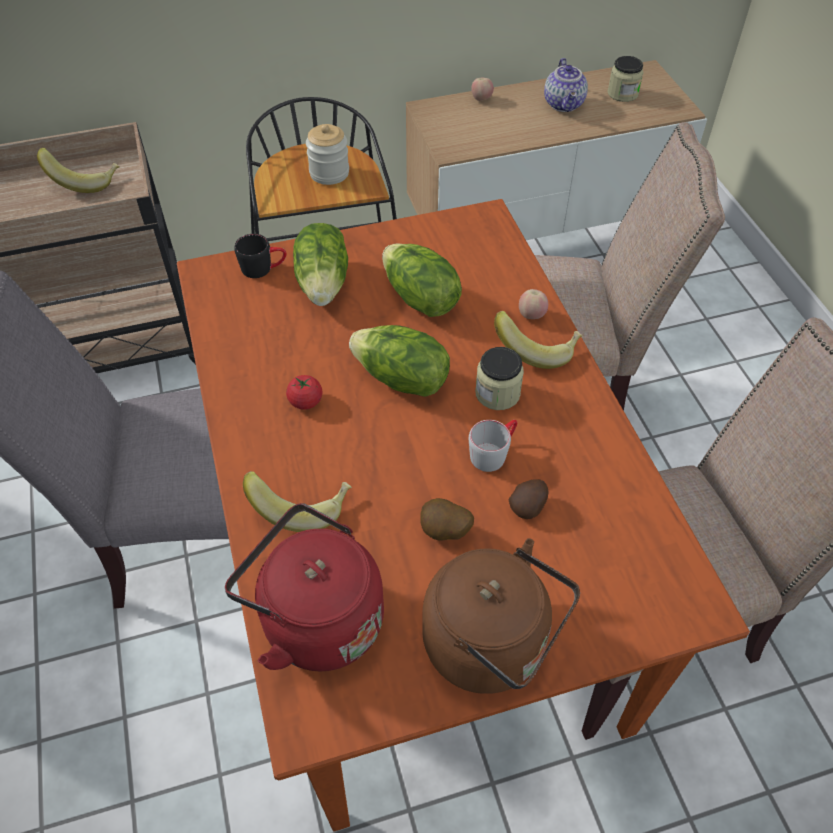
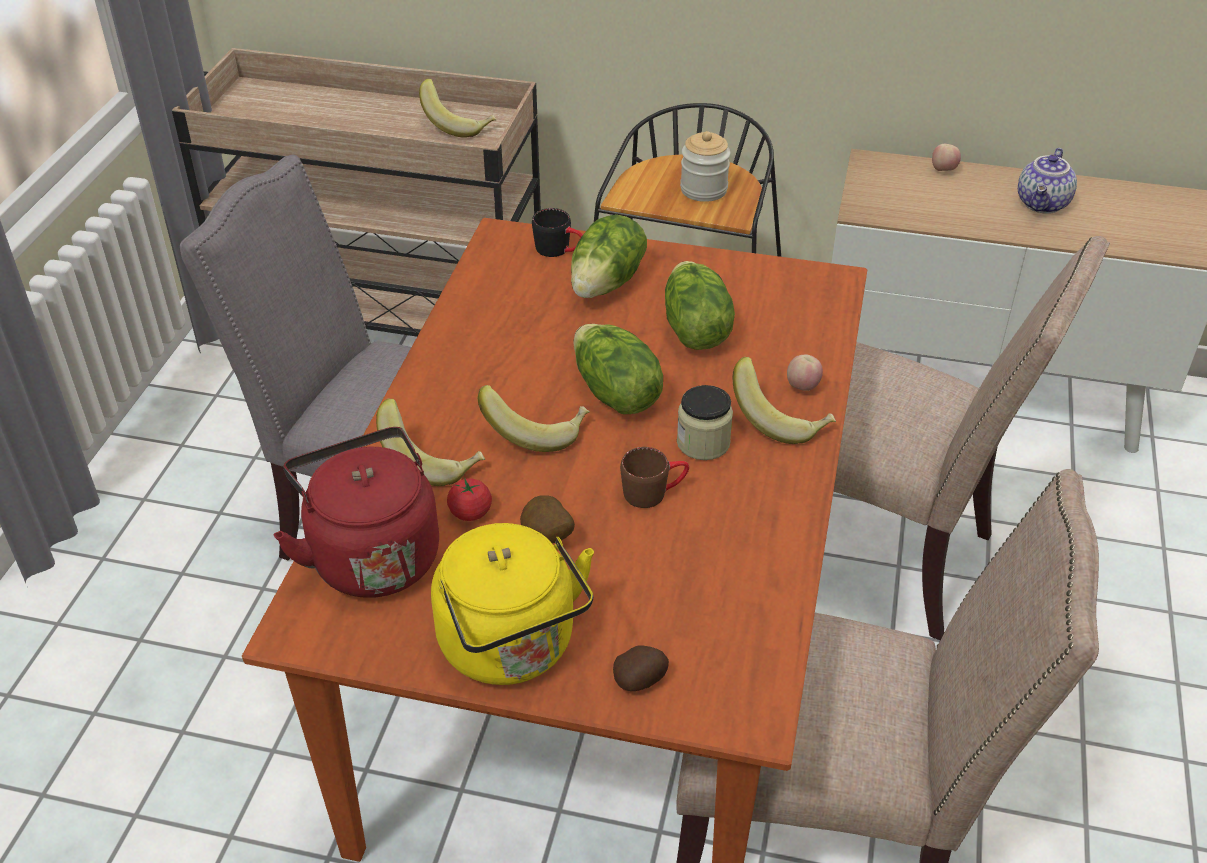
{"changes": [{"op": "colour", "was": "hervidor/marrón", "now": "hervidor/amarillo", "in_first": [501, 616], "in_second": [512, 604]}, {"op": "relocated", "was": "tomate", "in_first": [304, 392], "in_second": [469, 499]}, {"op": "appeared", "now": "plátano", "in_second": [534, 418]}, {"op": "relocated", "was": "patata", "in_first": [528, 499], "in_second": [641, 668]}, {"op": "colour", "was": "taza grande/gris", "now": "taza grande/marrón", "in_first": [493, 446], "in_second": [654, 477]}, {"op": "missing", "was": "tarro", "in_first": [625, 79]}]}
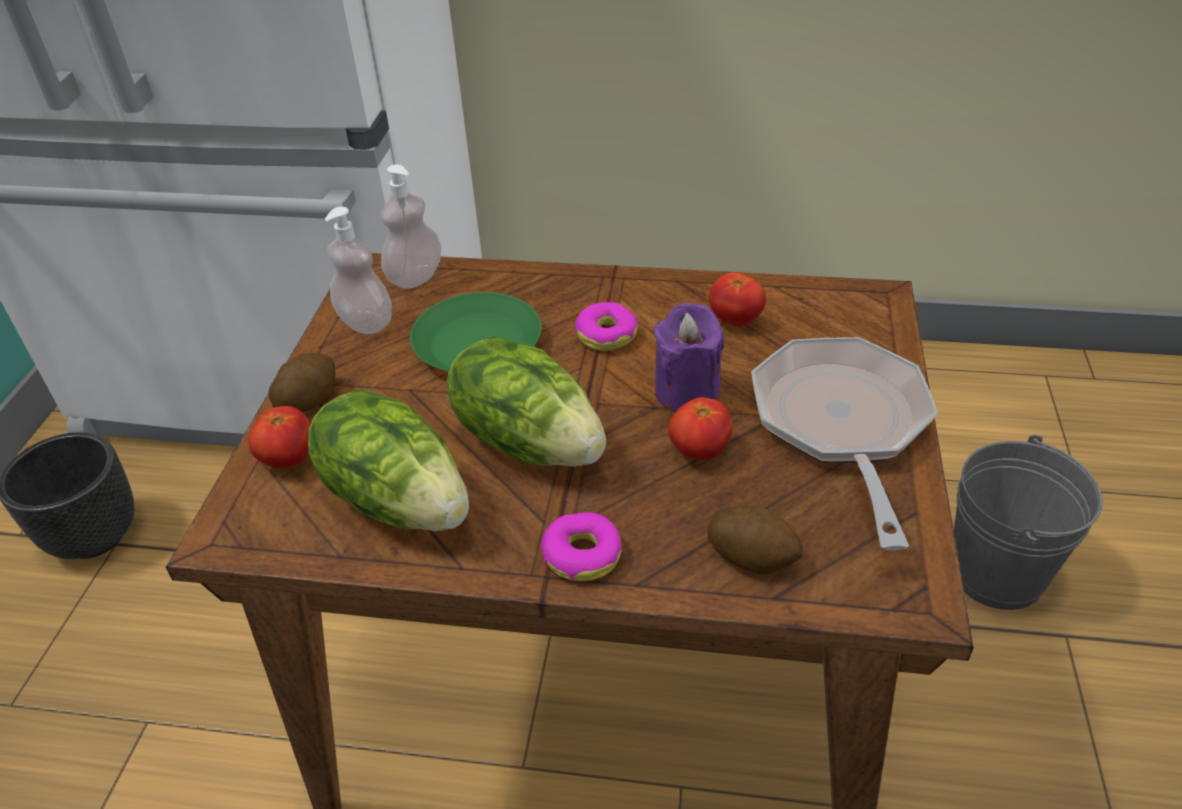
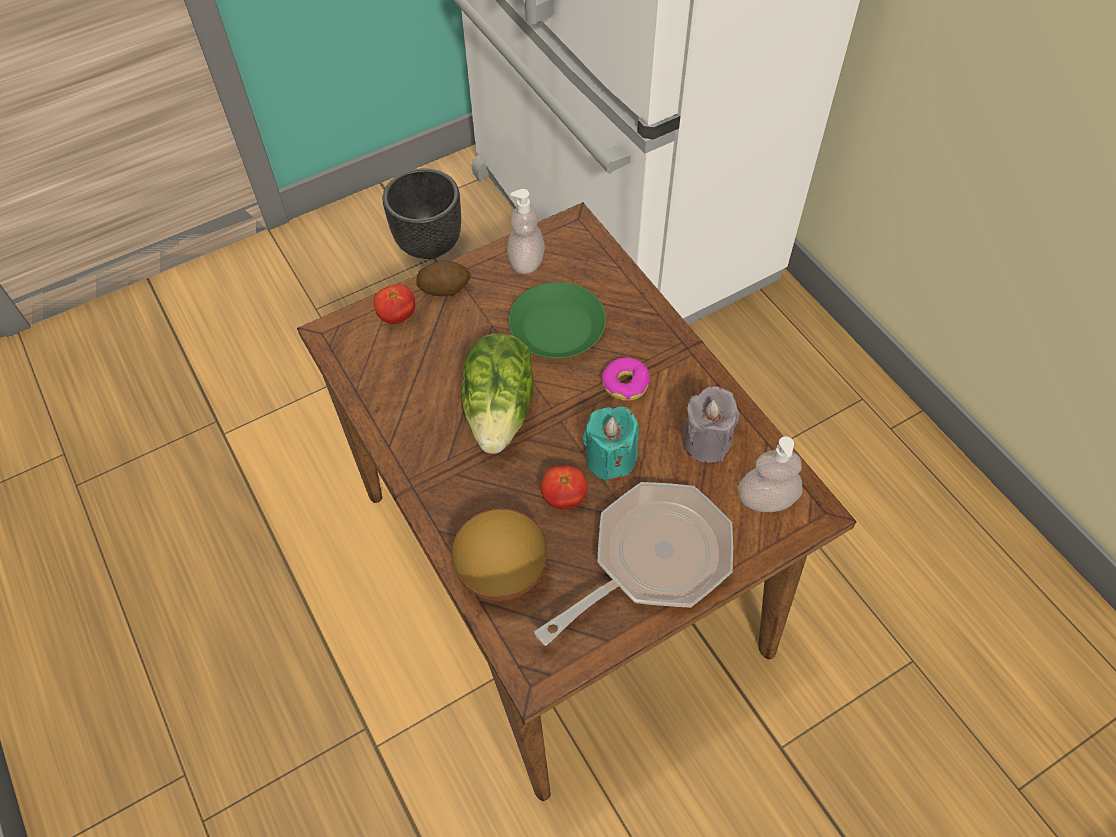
{"changes": [{"op": "exchanged", "was": "patata", "now": "cuenco", "in_first": [755, 540], "in_second": [499, 555]}, {"op": "colour", "was": "vela/morado", "now": "vela/turquesa", "in_first": [689, 357], "in_second": [611, 444]}, {"op": "exchanged", "was": "tomate", "now": "vela/gris", "in_first": [737, 299], "in_second": [711, 424]}, {"op": "relocated", "was": "dispensador de jabón", "in_first": [411, 226], "in_second": [770, 474]}, {"op": "missing", "was": "lechuga", "in_first": [388, 460]}, {"op": "missing", "was": "rosquilla", "in_first": [581, 546]}, {"op": "missing", "was": "cubo/gris", "in_first": [1028, 522]}]}
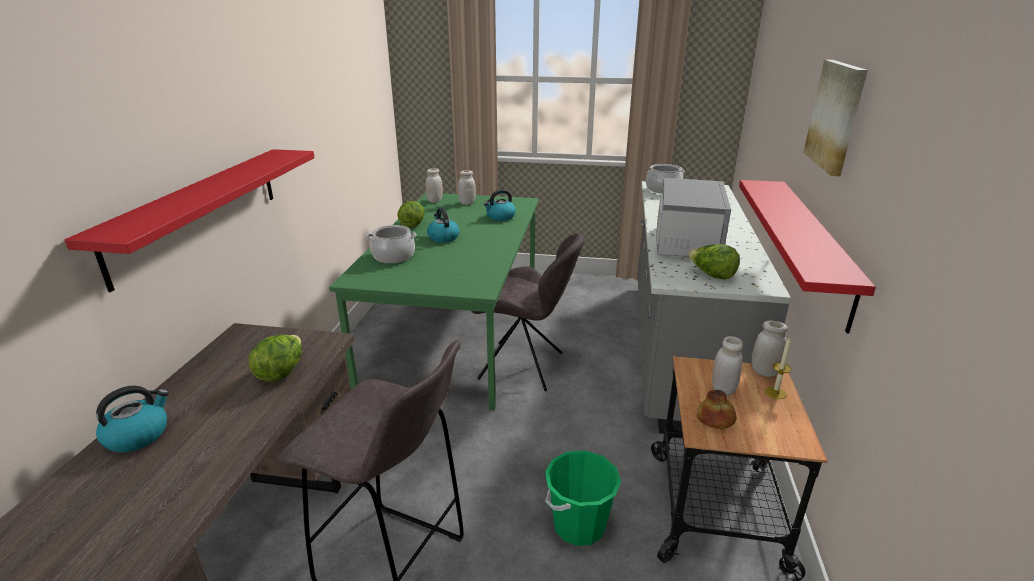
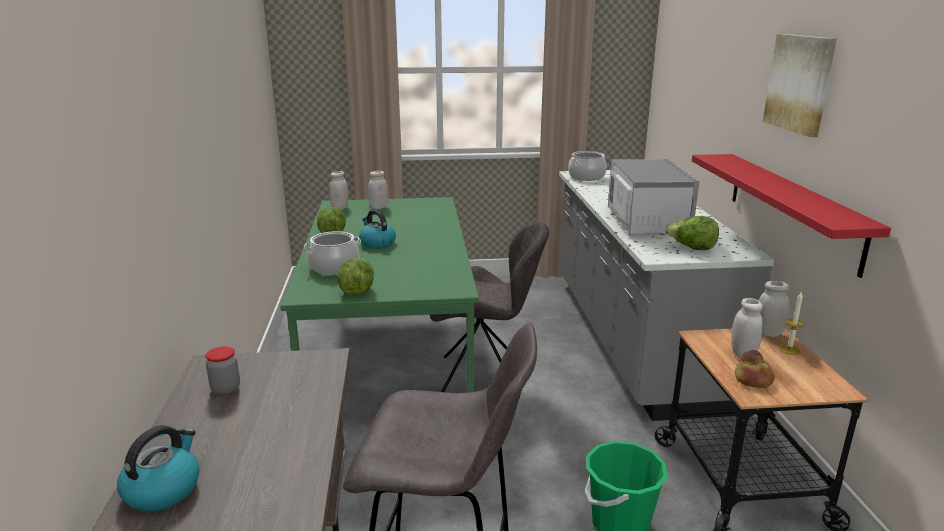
{"changes": [{"op": "appeared", "now": "tarro", "in_second": [222, 370]}, {"op": "relocated", "was": "lechuga", "in_first": [275, 358], "in_second": [356, 277]}, {"op": "missing", "was": "estante/rojo", "in_first": [189, 220]}, {"op": "missing", "was": "hervidor", "in_first": [499, 205]}]}
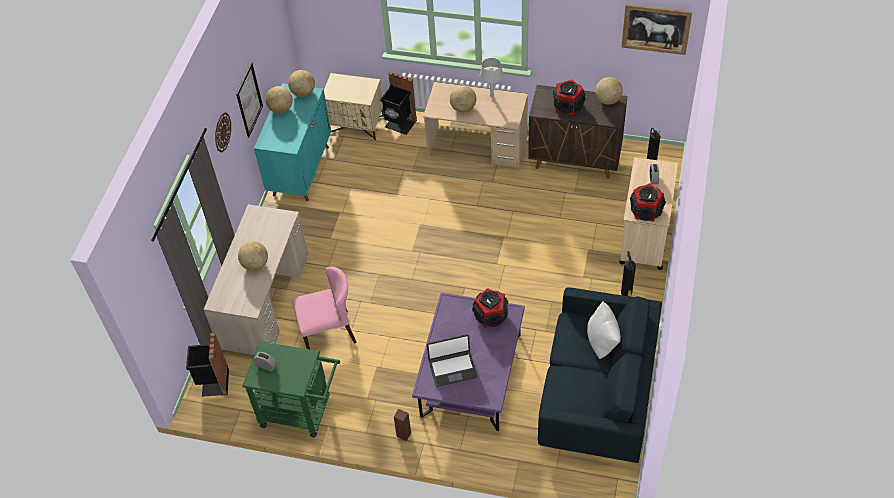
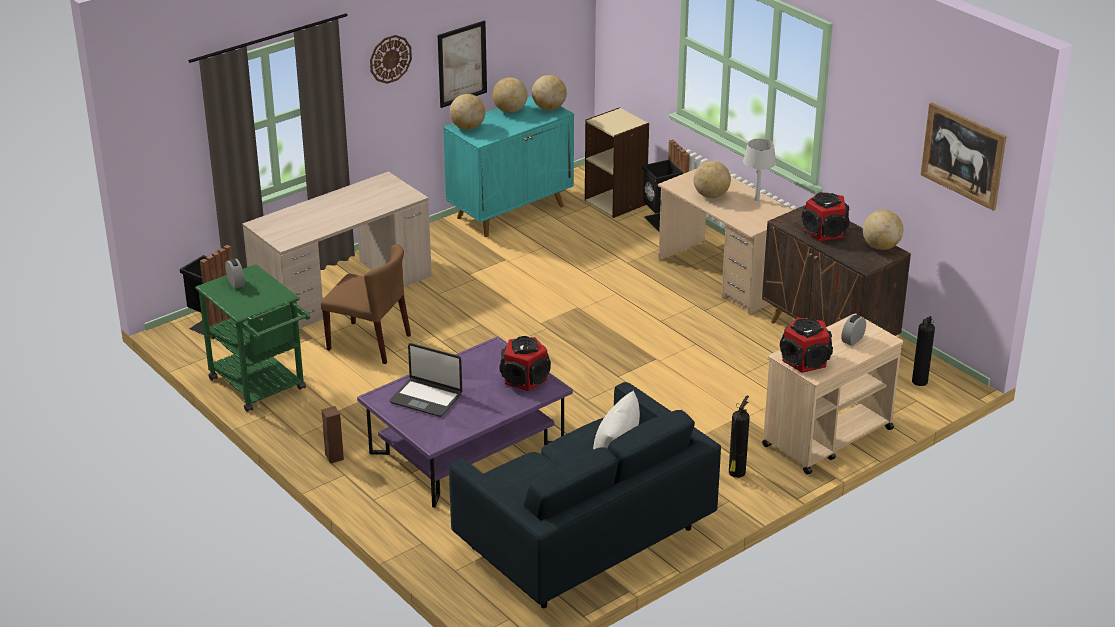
{"changes": [{"op": "colour", "was": "silla/rosa", "now": "silla/marrón", "in_first": [324, 307], "in_second": [366, 304]}, {"op": "relocated", "was": "globo terráqueo", "in_first": [253, 256], "in_second": [467, 112]}, {"op": "exchanged", "was": "mesita de noche/beis", "now": "estantería/beis", "in_first": [354, 106], "in_second": [617, 162]}]}
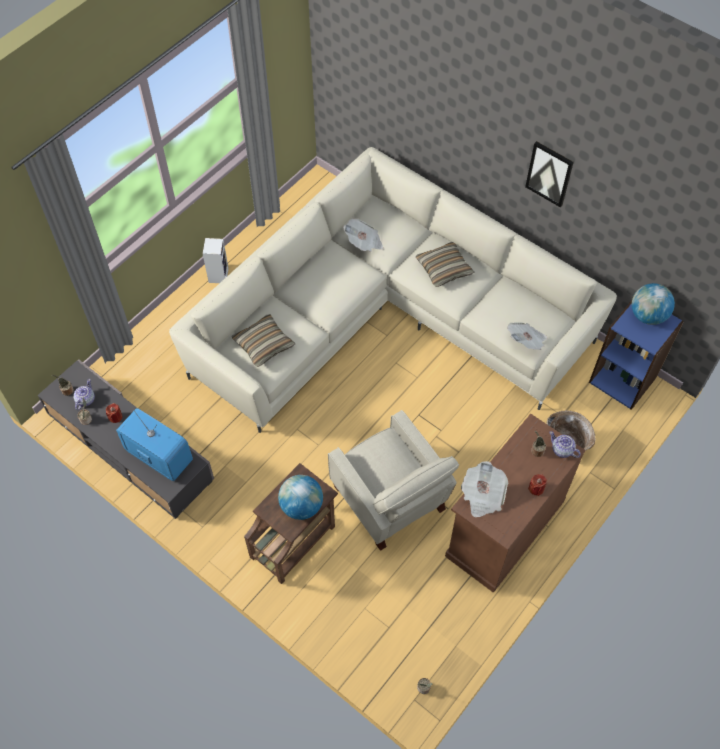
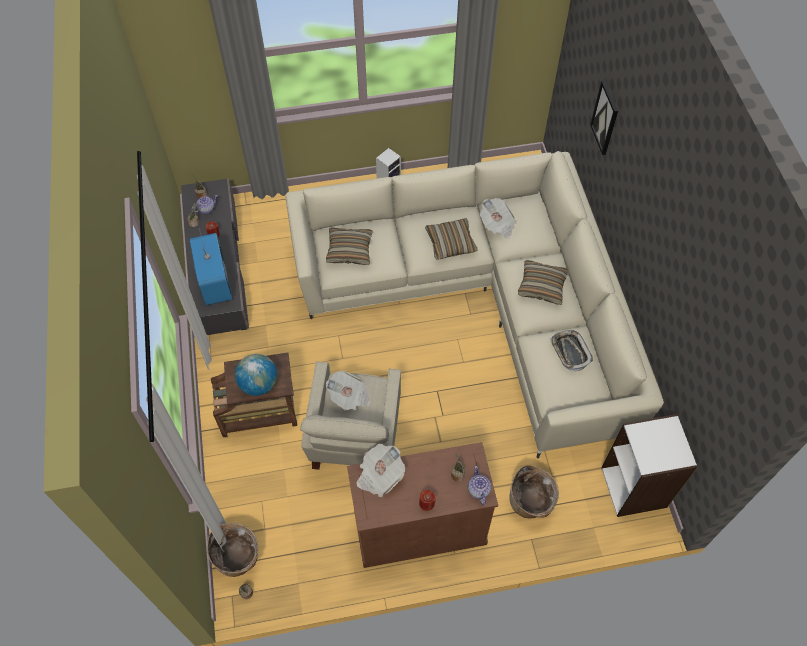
{"changes": [{"op": "appeared", "now": "cesta", "in_second": [232, 550]}, {"op": "relocated", "was": "periódico", "in_first": [527, 336], "in_second": [348, 391]}, {"op": "appeared", "now": "cojín", "in_second": [451, 239]}, {"op": "appeared", "now": "bandeja", "in_second": [571, 350]}, {"op": "relocated", "was": "cuadro", "in_first": [549, 174], "in_second": [604, 117]}, {"op": "colour", "was": "estantería/azul", "now": "estantería/blanco", "in_first": [636, 355], "in_second": [649, 465]}, {"op": "missing", "was": "globo terráqueo", "in_first": [653, 304]}]}
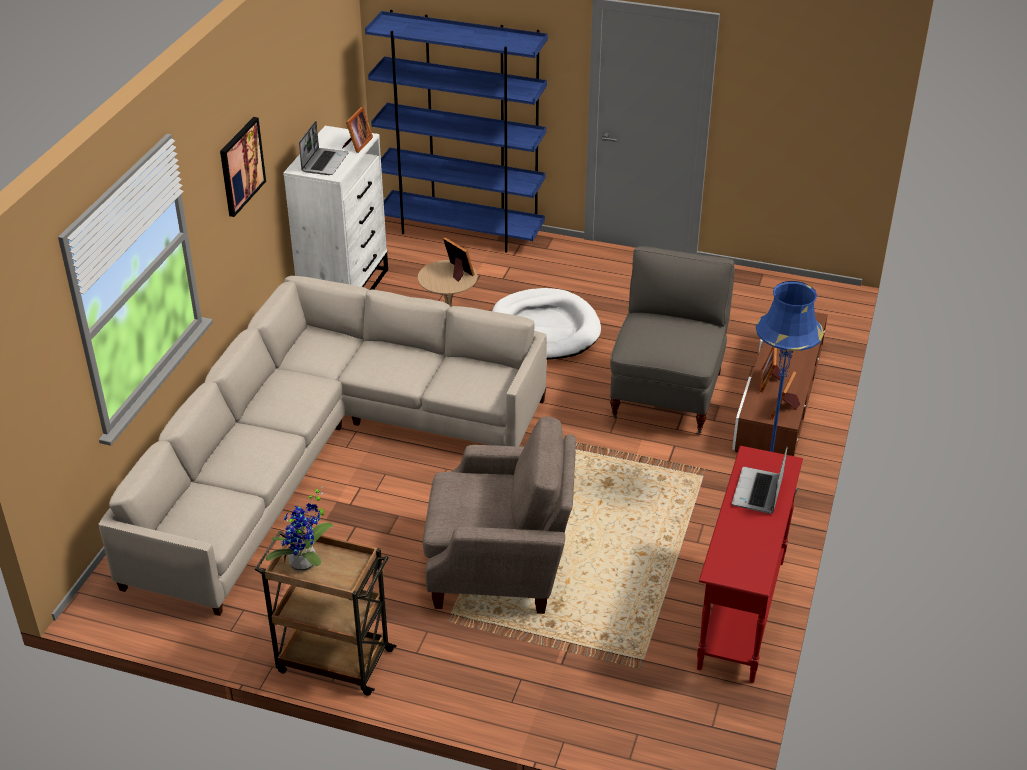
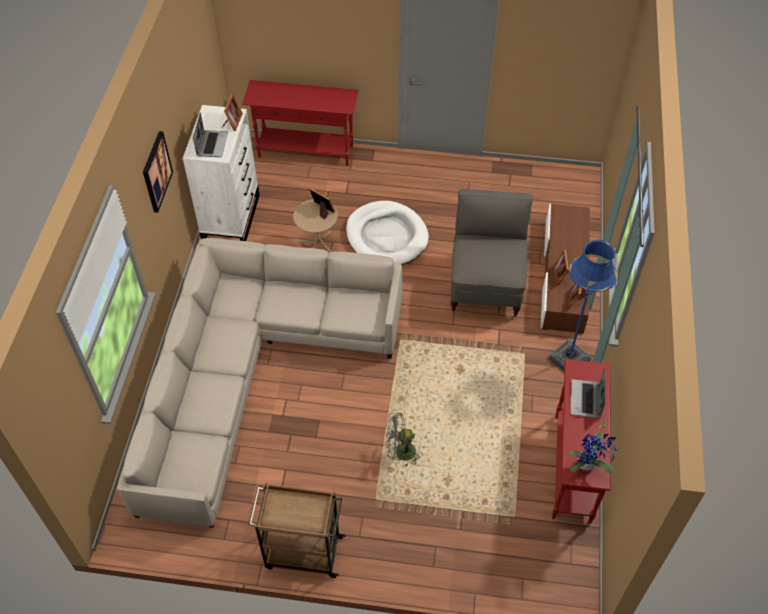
{"changes": [{"op": "exchanged", "was": "estantería/azul", "now": "mesa consola/rojo", "in_first": [456, 131], "in_second": [300, 123]}, {"op": "exchanged", "was": "sillón/beis", "now": "ventilador/gris", "in_first": [499, 515], "in_second": [404, 440]}, {"op": "relocated", "was": "planta en maceta", "in_first": [300, 529], "in_second": [592, 446]}]}
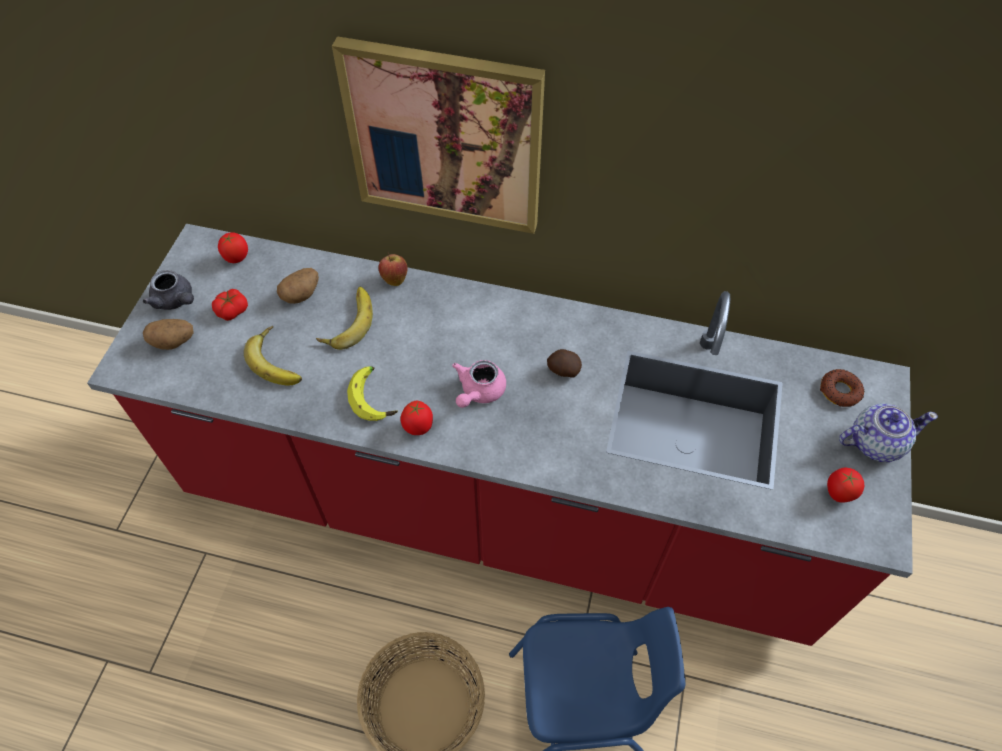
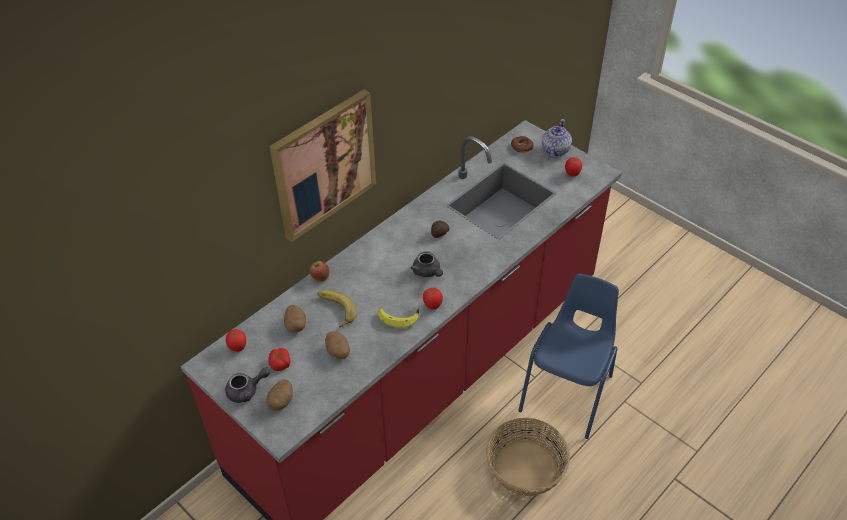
{"changes": [{"op": "exchanged", "was": "plátano", "now": "patata", "in_first": [273, 356], "in_second": [337, 345]}, {"op": "colour", "was": "tetera/rosa", "now": "tetera/gris", "in_first": [479, 384], "in_second": [427, 264]}]}
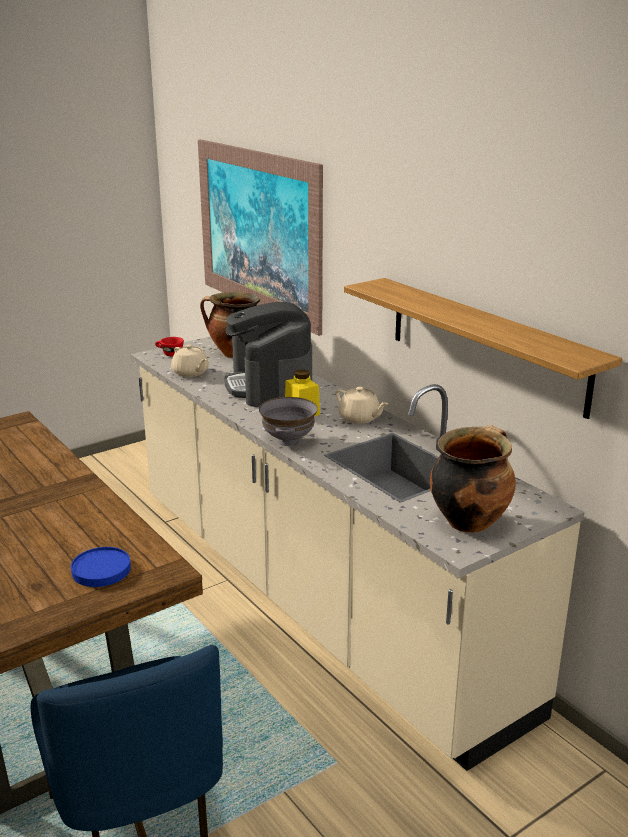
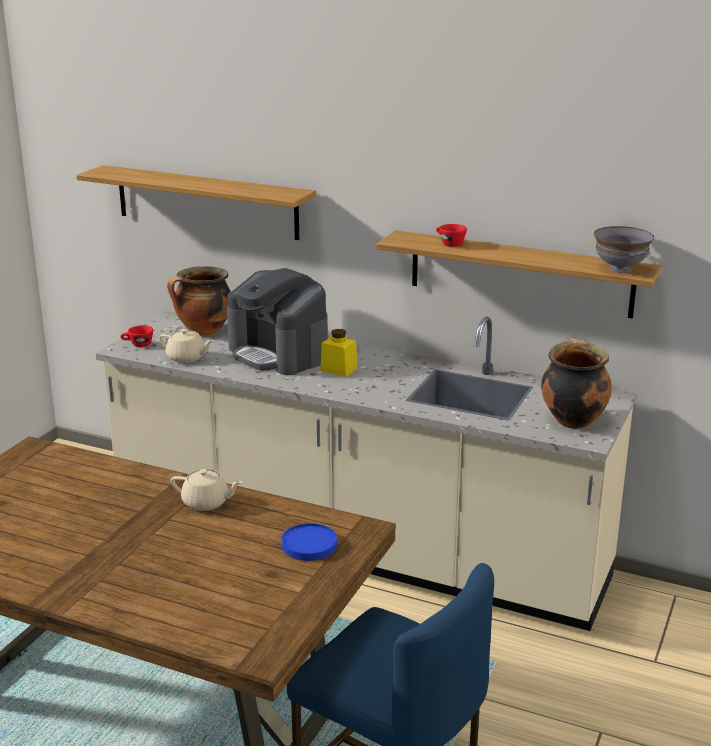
{"changes": [{"op": "exchanged", "was": "cuadro", "now": "estante", "in_first": [260, 237], "in_second": [196, 202]}, {"op": "relocated", "was": "tetera/beis", "in_first": [361, 405], "in_second": [206, 490]}, {"op": "appeared", "now": "taza/rojo", "in_second": [451, 235]}, {"op": "relocated", "was": "cuenco/gris", "in_first": [288, 421], "in_second": [624, 249]}]}
